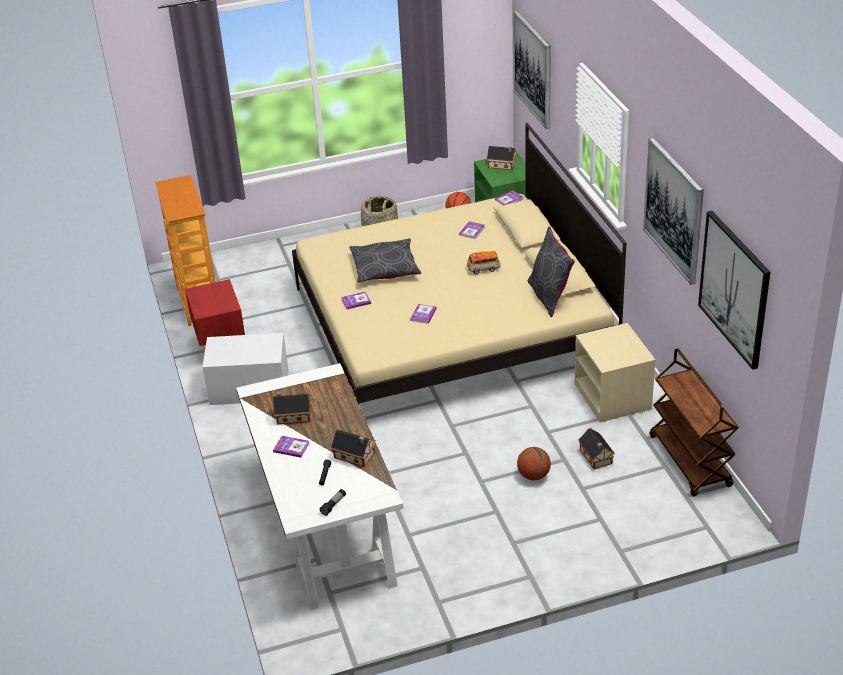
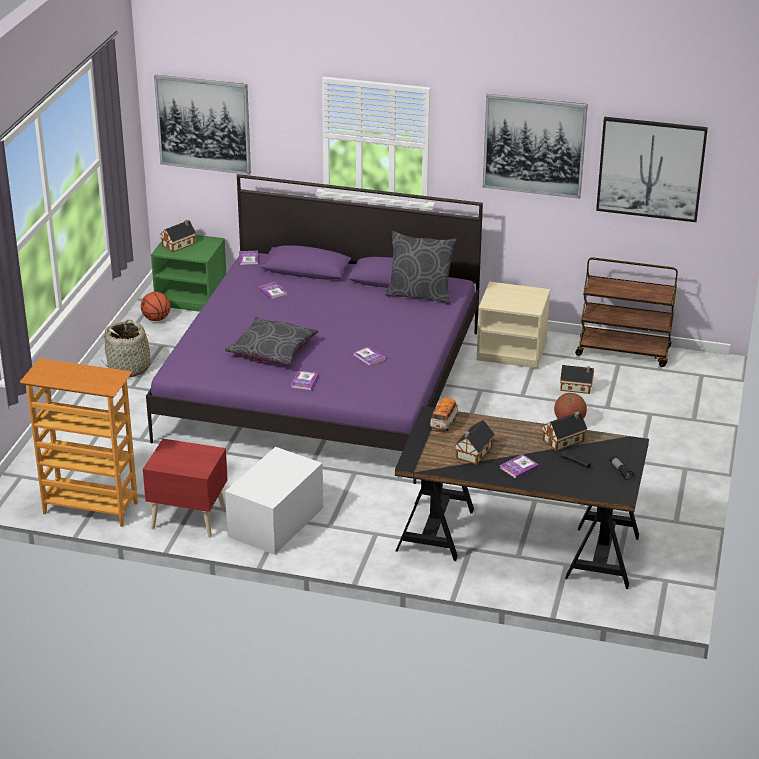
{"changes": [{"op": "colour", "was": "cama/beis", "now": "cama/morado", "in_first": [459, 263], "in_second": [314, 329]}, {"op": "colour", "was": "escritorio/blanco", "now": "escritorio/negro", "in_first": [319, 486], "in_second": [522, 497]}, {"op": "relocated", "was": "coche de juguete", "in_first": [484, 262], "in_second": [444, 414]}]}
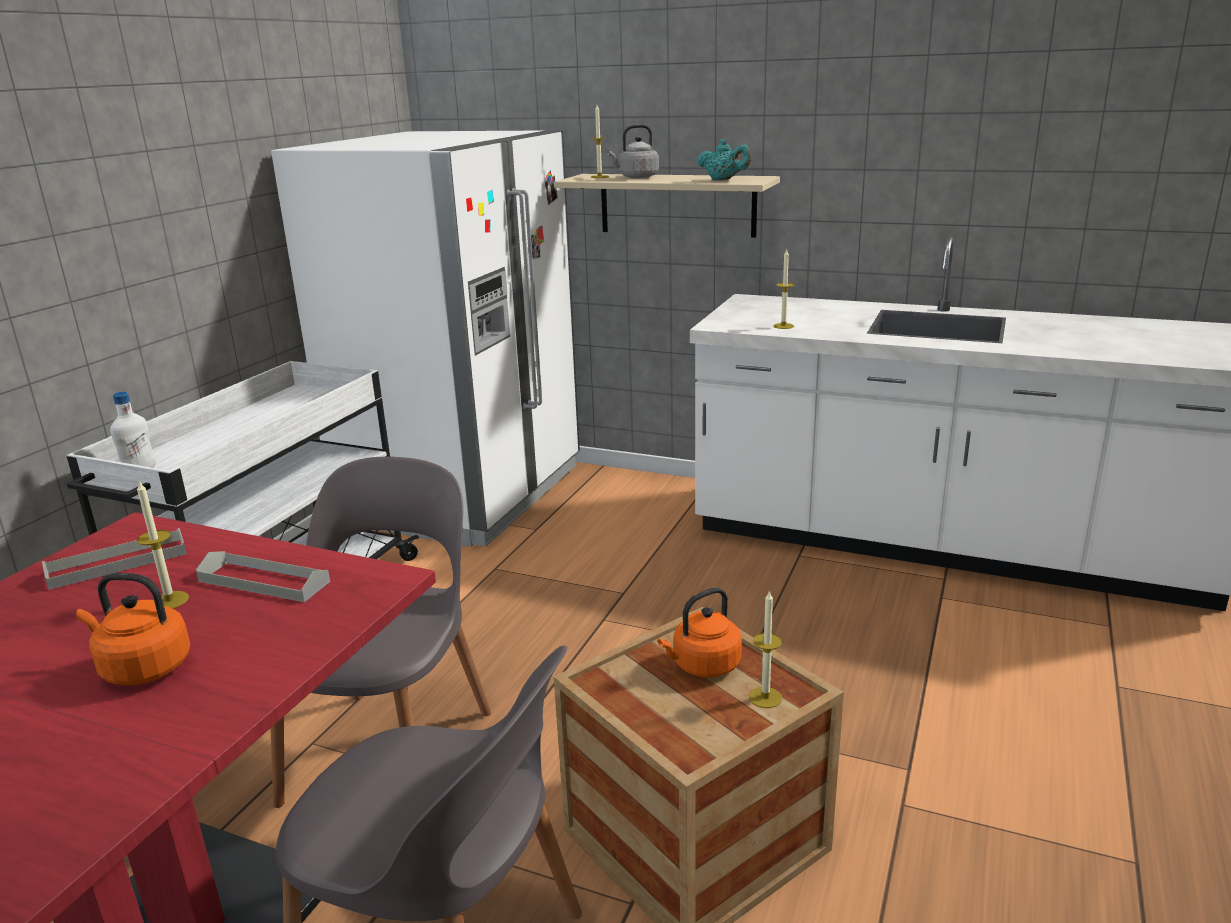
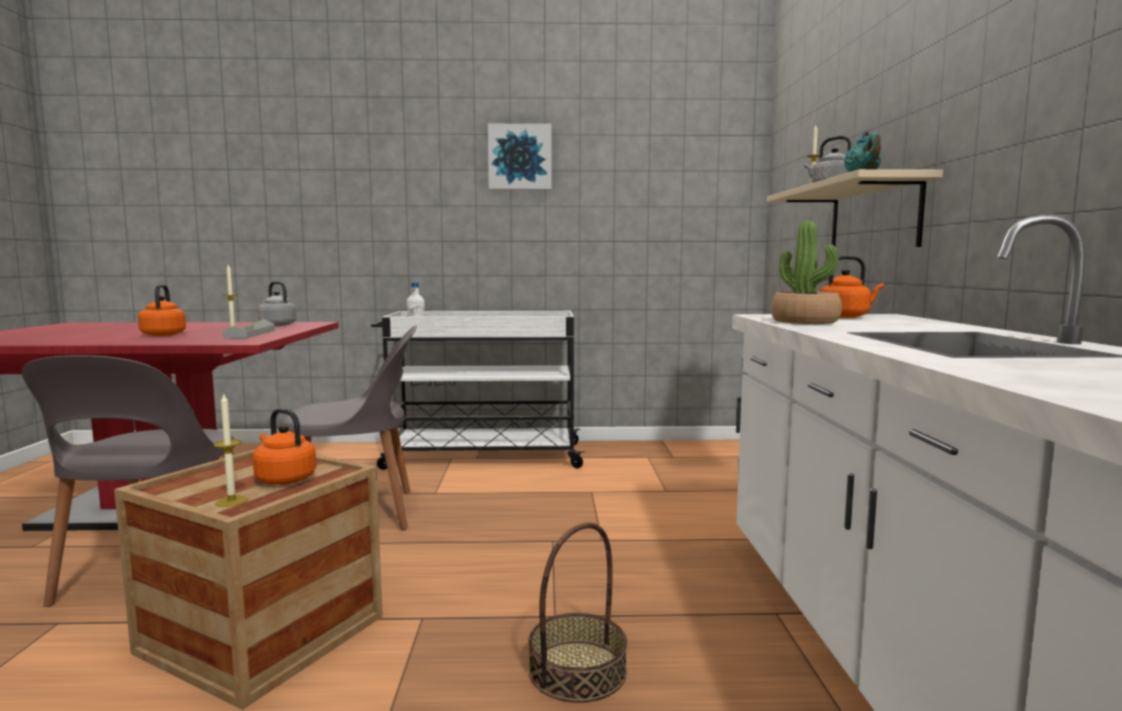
{"changes": [{"op": "exchanged", "was": "bandeja/gris", "now": "hervidor/gris", "in_first": [114, 559], "in_second": [277, 303]}, {"op": "appeared", "now": "cuadro", "in_second": [520, 157]}, {"op": "appeared", "now": "cesta", "in_second": [577, 612]}, {"op": "exchanged", "was": "vela", "now": "planta en maceta", "in_first": [783, 289], "in_second": [806, 272]}, {"op": "appeared", "now": "hervidor/naranja", "in_second": [851, 287]}, {"op": "missing", "was": "nevera/blanco", "in_first": [425, 338]}]}
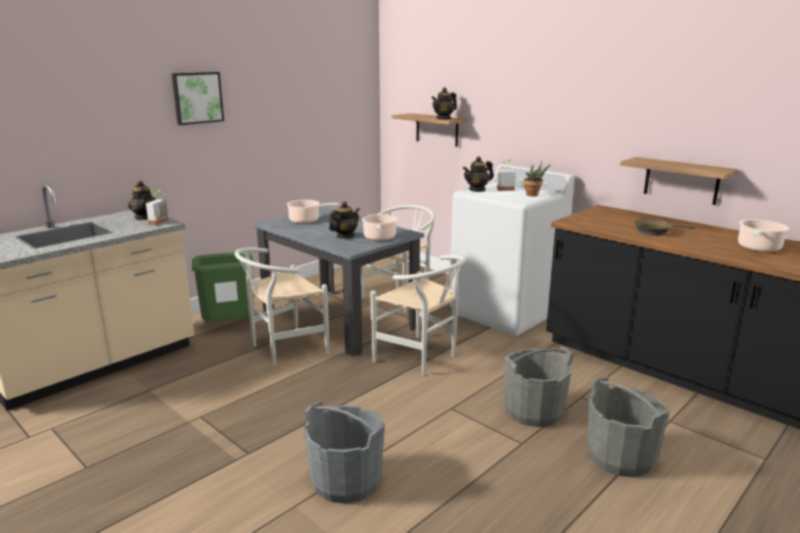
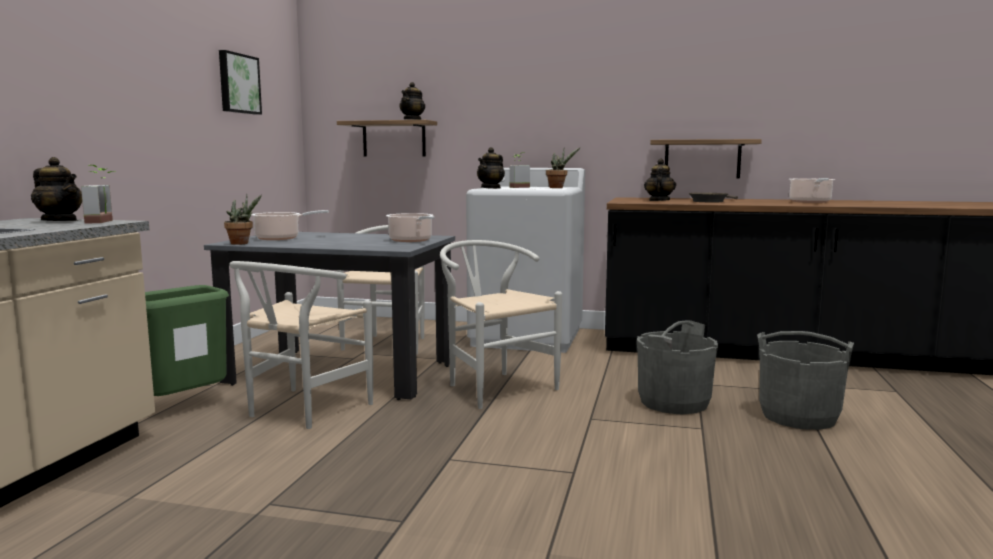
{"changes": [{"op": "relocated", "was": "cuadro", "in_first": [197, 98], "in_second": [240, 82]}, {"op": "appeared", "now": "planta en maceta", "in_second": [243, 219]}, {"op": "spun", "was": "silla/blanco", "in_first": [418, 315], "in_second": [501, 324], "clockwise": -135}, {"op": "relocated", "was": "tetera", "in_first": [344, 220], "in_second": [660, 180]}, {"op": "missing", "was": "cubo/gris", "in_first": [344, 452]}]}
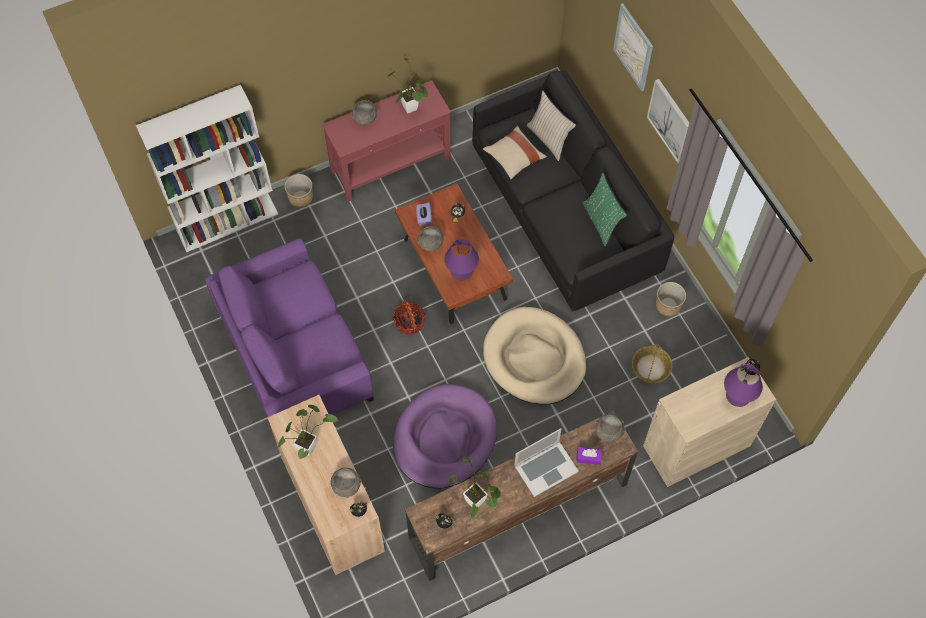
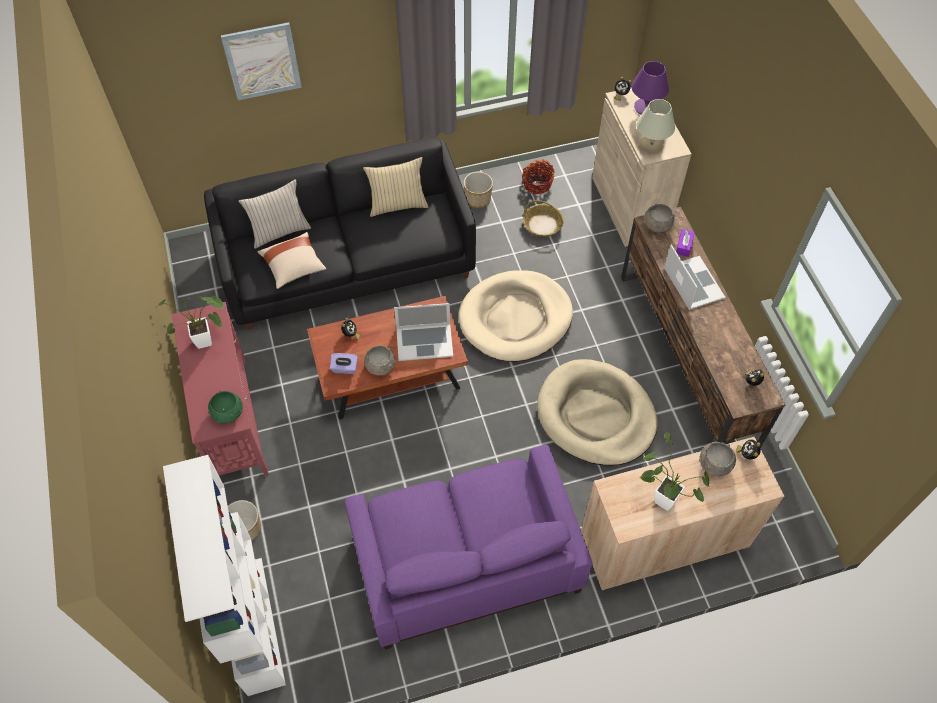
{"changes": [{"op": "appeared", "now": "cuenco/verde", "in_second": [225, 407]}, {"op": "colour", "was": "cojín/verde", "now": "cojín/beis", "in_first": [604, 209], "in_second": [395, 187]}, {"op": "exchanged", "was": "lámpara de mesa/morado", "now": "portátil", "in_first": [461, 259], "in_second": [423, 332]}, {"op": "relocated", "was": "cesta", "in_first": [409, 317], "in_second": [538, 176]}, {"op": "colour", "was": "cama para perro/morado", "now": "cama para perro/beis", "in_first": [445, 436], "in_second": [597, 412]}, {"op": "appeared", "now": "lámpara de mesa/beis", "in_second": [656, 126]}, {"op": "missing", "was": "cuenco/gris", "in_first": [364, 112]}, {"op": "missing", "was": "planta en maceta", "in_first": [475, 488]}, {"op": "missing", "was": "cuadro", "in_first": [668, 121]}]}
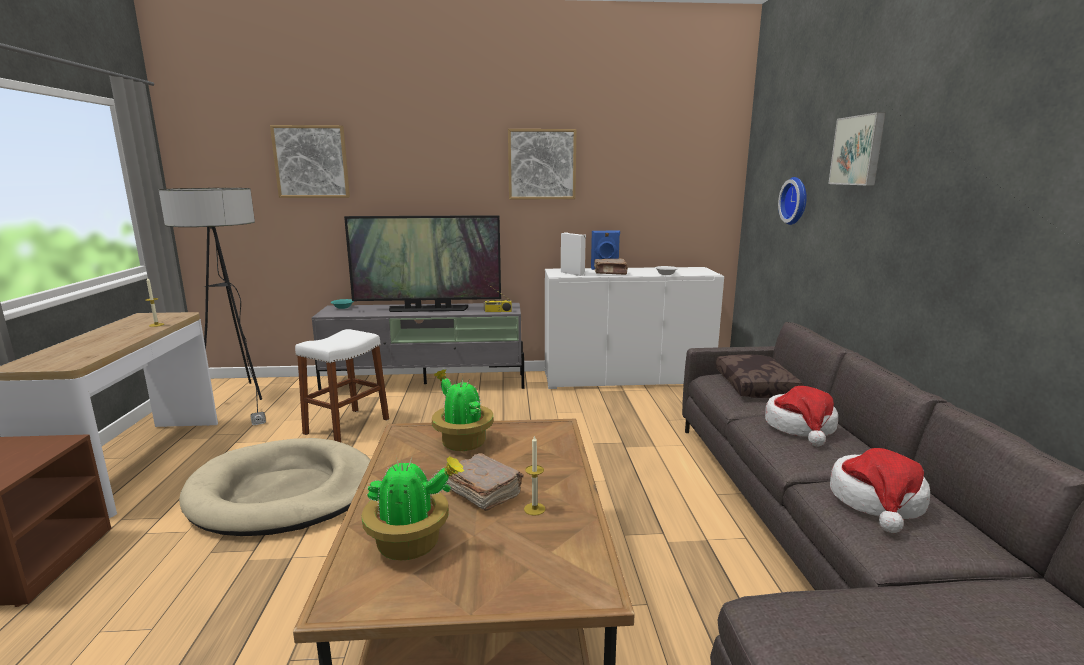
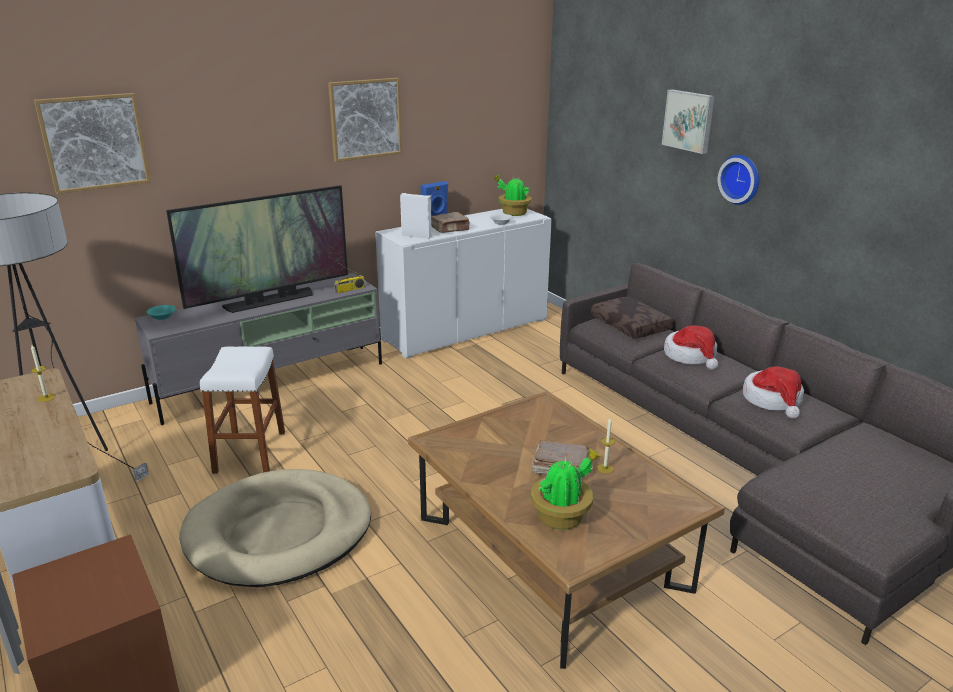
{"changes": [{"op": "relocated", "was": "planta en maceta", "in_first": [463, 410], "in_second": [513, 195]}, {"op": "relocated", "was": "reloj de pared", "in_first": [792, 201], "in_second": [738, 180]}]}
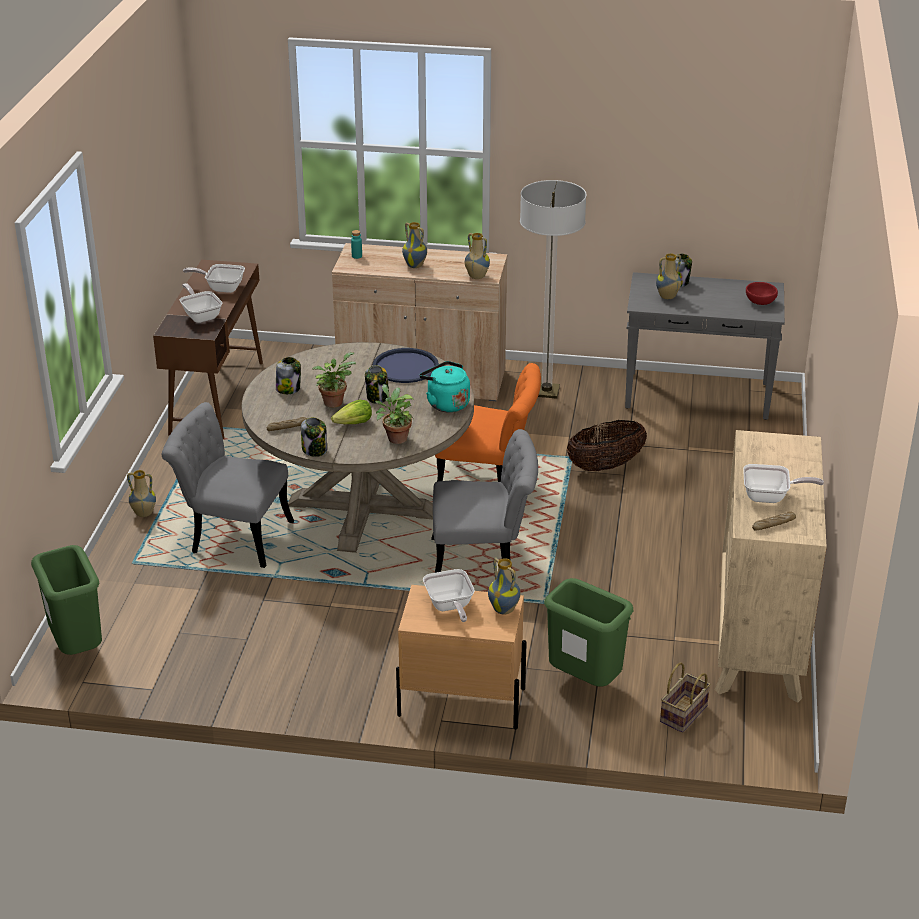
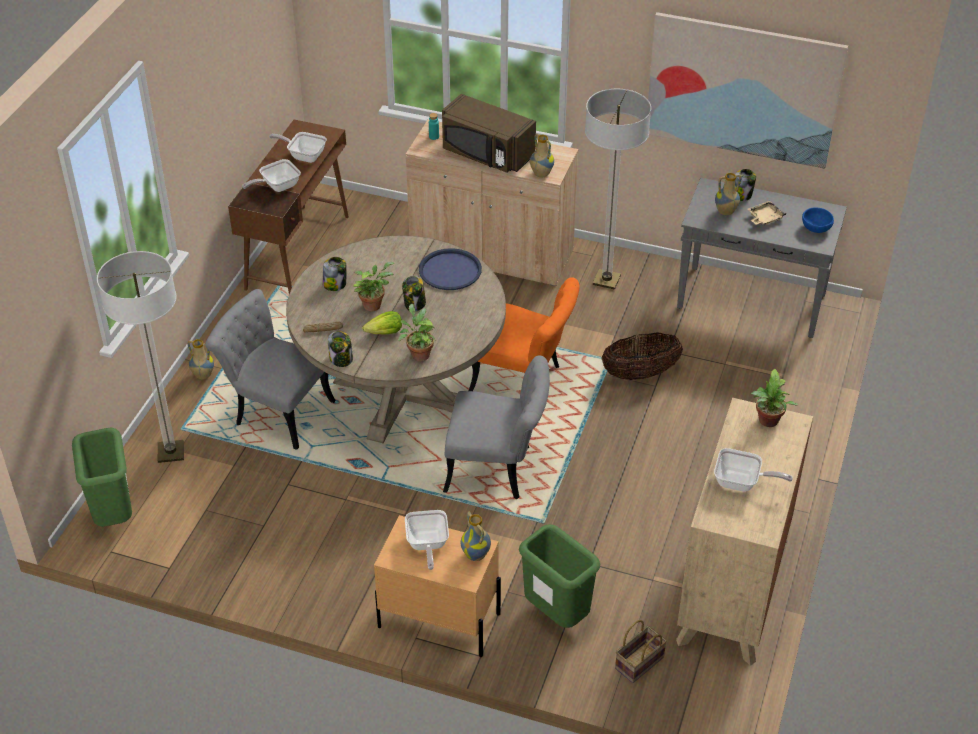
{"changes": [{"op": "appeared", "now": "lámpara de pie", "in_second": [140, 357]}, {"op": "spun", "was": "sartén", "in_first": [201, 303], "in_second": [271, 175], "clockwise": -105}, {"op": "exchanged", "was": "florero", "now": "microondas/marrón", "in_first": [414, 245], "in_second": [489, 133]}, {"op": "appeared", "now": "cuadro", "in_second": [748, 90]}, {"op": "appeared", "now": "bandeja/beis", "in_second": [767, 213]}, {"op": "appeared", "now": "planta en maceta", "in_second": [774, 398]}, {"op": "colour", "was": "cuenco/rojo", "now": "cuenco/azul", "in_first": [762, 293], "in_second": [818, 220]}, {"op": "missing", "was": "hervidor/turquesa", "in_first": [444, 386]}, {"op": "missing", "was": "pan", "in_first": [774, 521]}]}
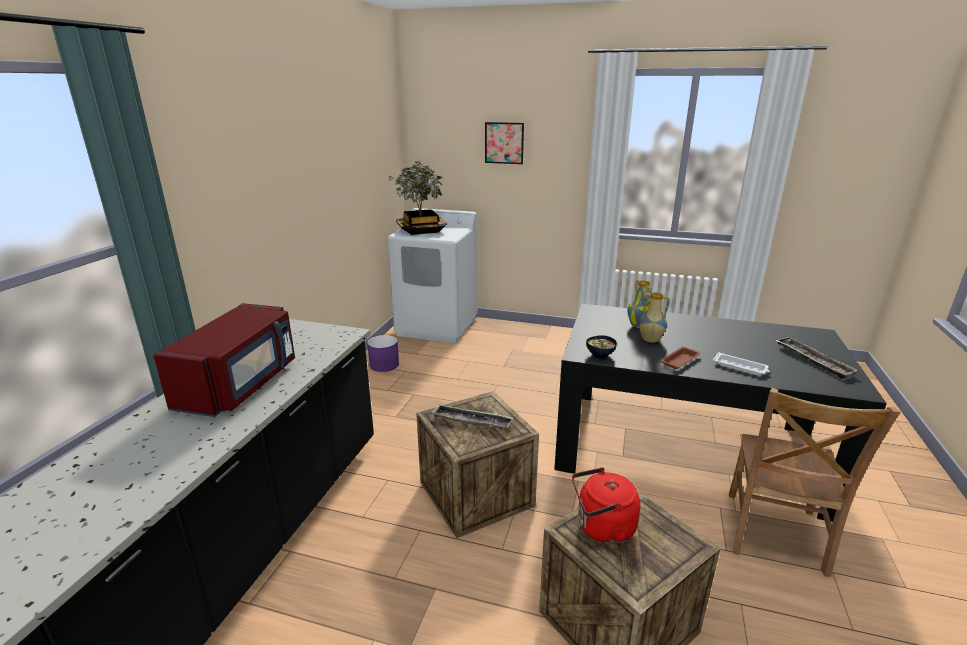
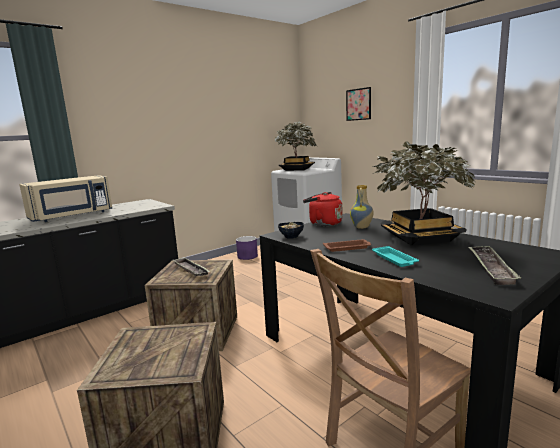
{"changes": [{"op": "colour", "was": "microondas/rojo", "now": "microondas/beis", "in_first": [224, 360], "in_second": [65, 198]}, {"op": "relocated", "was": "hervidor/rojo", "in_first": [606, 505], "in_second": [322, 209]}, {"op": "appeared", "now": "planta en maceta", "in_second": [424, 193]}, {"op": "colour", "was": "bandeja/blanco", "now": "bandeja/turquesa", "in_first": [741, 363], "in_second": [395, 256]}, {"op": "missing", "was": "florero", "in_first": [654, 317]}]}
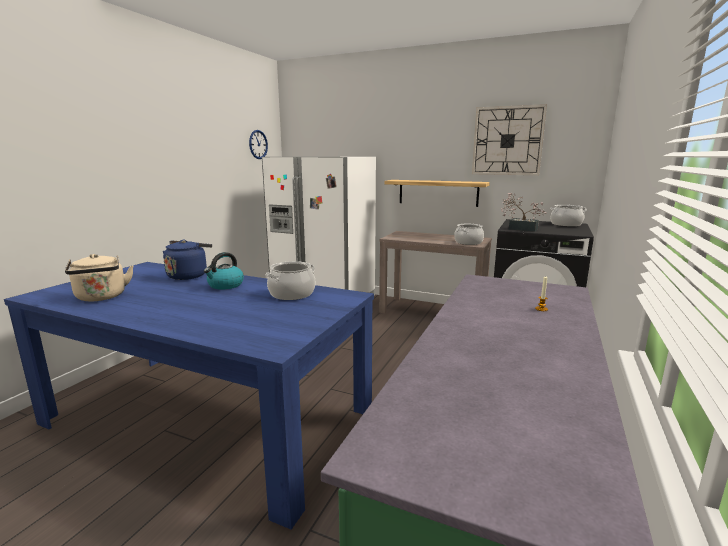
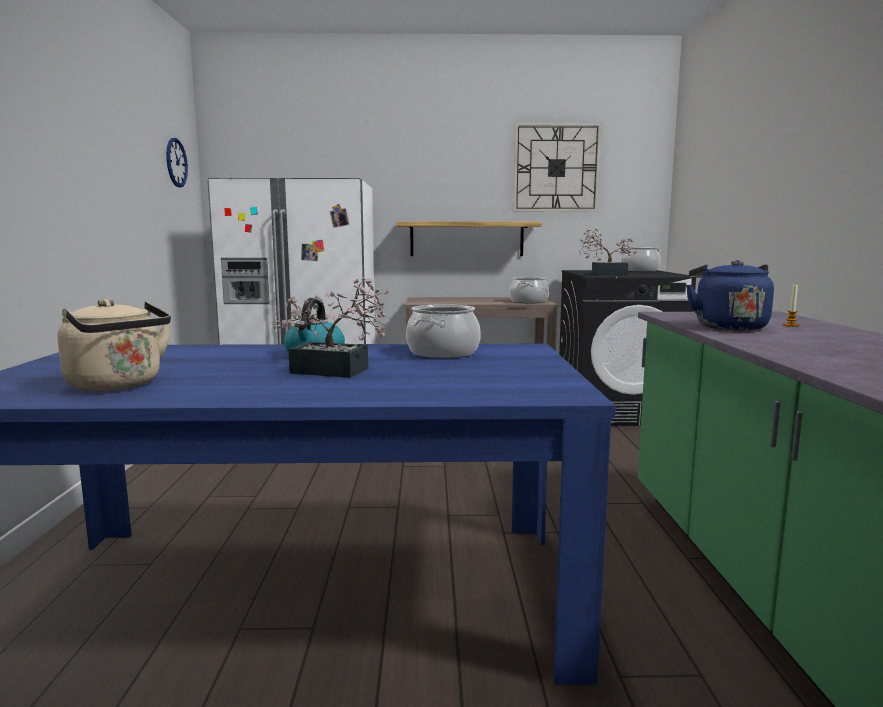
{"changes": [{"op": "appeared", "now": "planta en maceta", "in_second": [330, 327]}, {"op": "relocated", "was": "hervidor/azul", "in_first": [187, 260], "in_second": [730, 295]}]}
